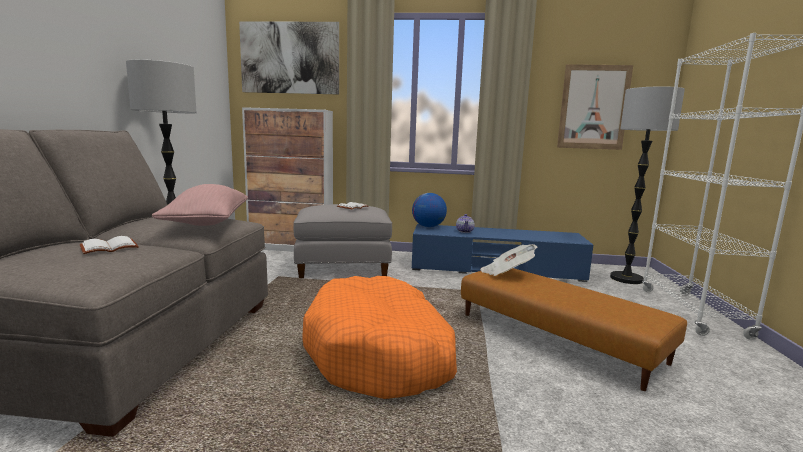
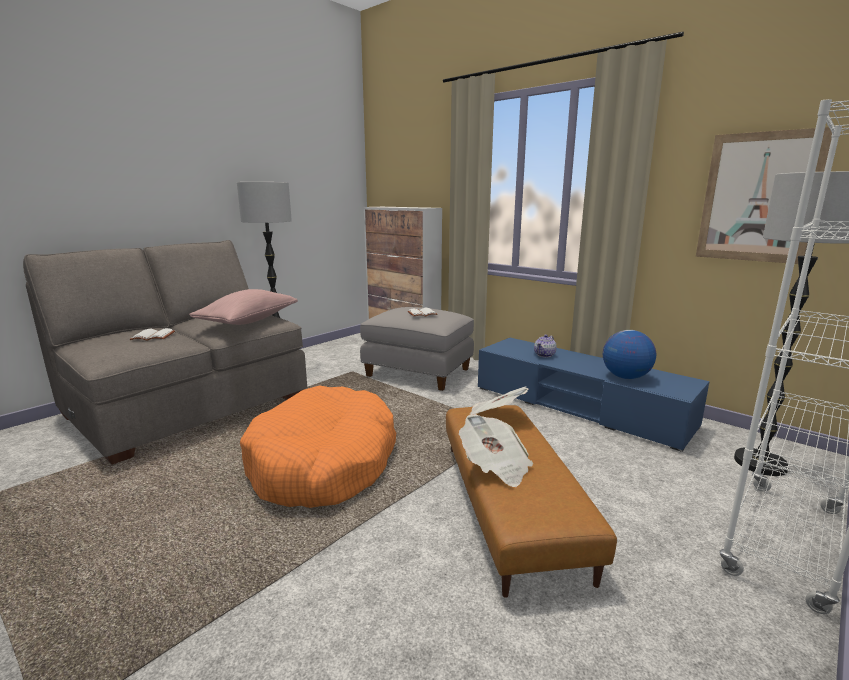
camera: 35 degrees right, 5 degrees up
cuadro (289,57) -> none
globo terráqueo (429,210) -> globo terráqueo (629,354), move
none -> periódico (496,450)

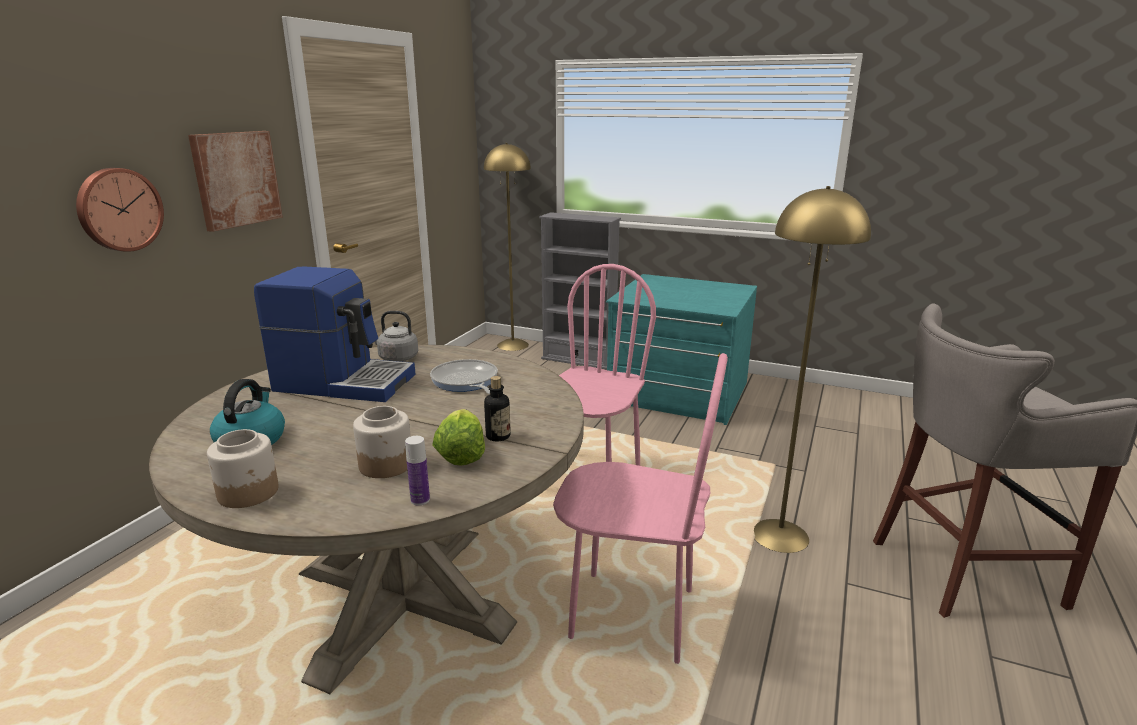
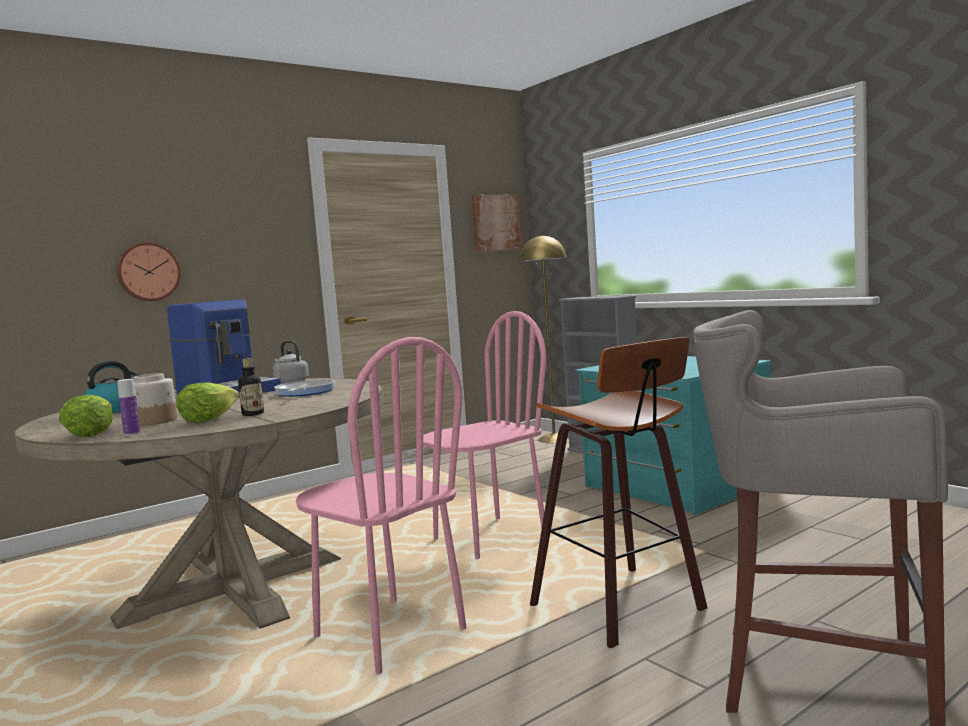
camera: 30 degrees right, 15 degrees down
cuadro (235,181) -> cuadro (496,223), move
tarro (243,468) -> none
lámpara de pie/amarillo (812,369) -> taburete (619,492)
none -> lechuga (86,416)

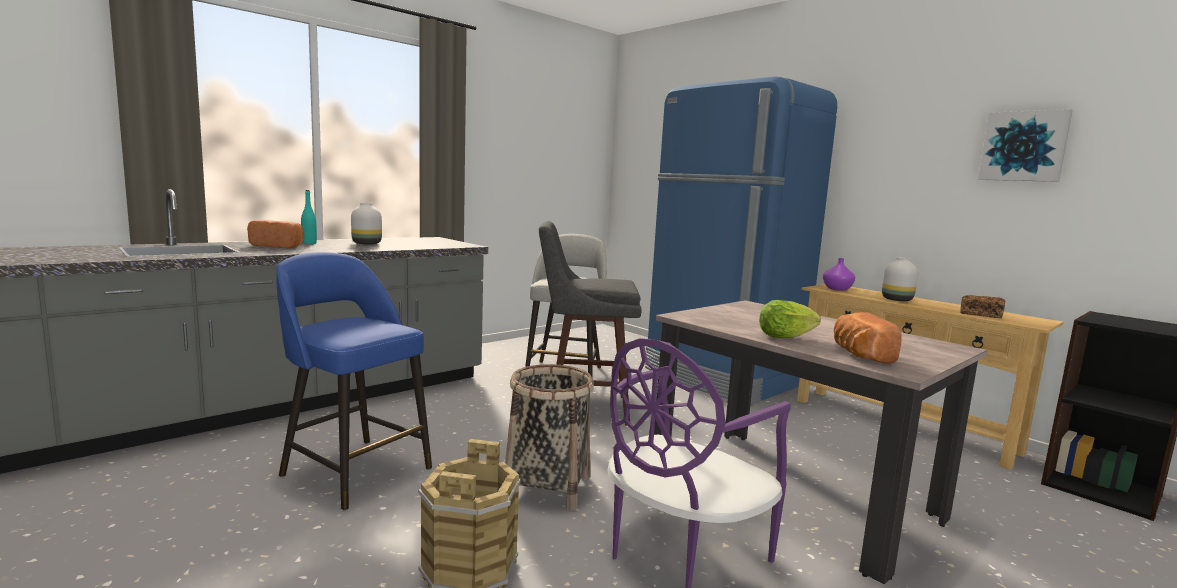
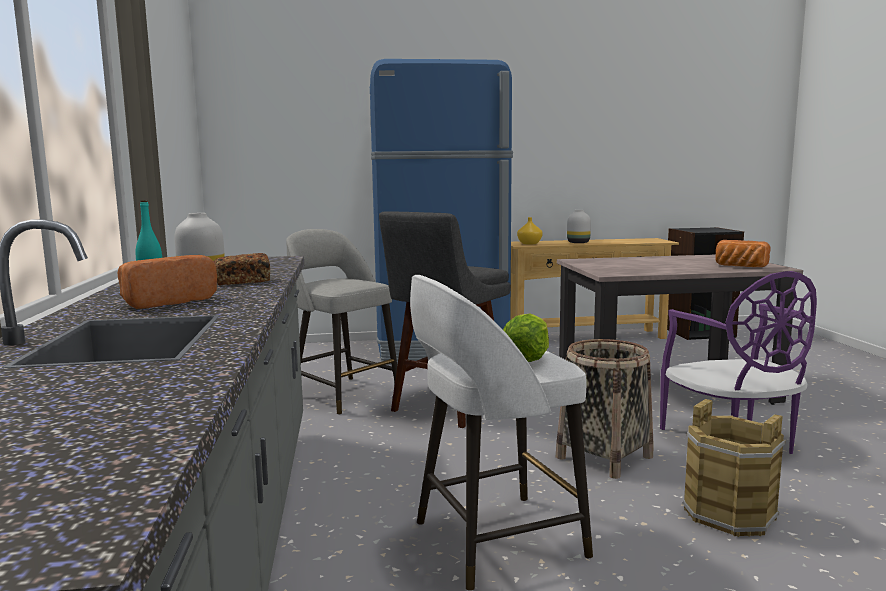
camera: 55 degrees left, 0 degrees up
taburete/azul (354,381) -> taburete/blanco (501,433)
lechuga (790,319) -> lechuga (526,338), move
florero/morado (839,274) -> florero/amarillo (530,231)
pan (983,306) -> pan (242,269), move
cuadro (1025,145) -> none

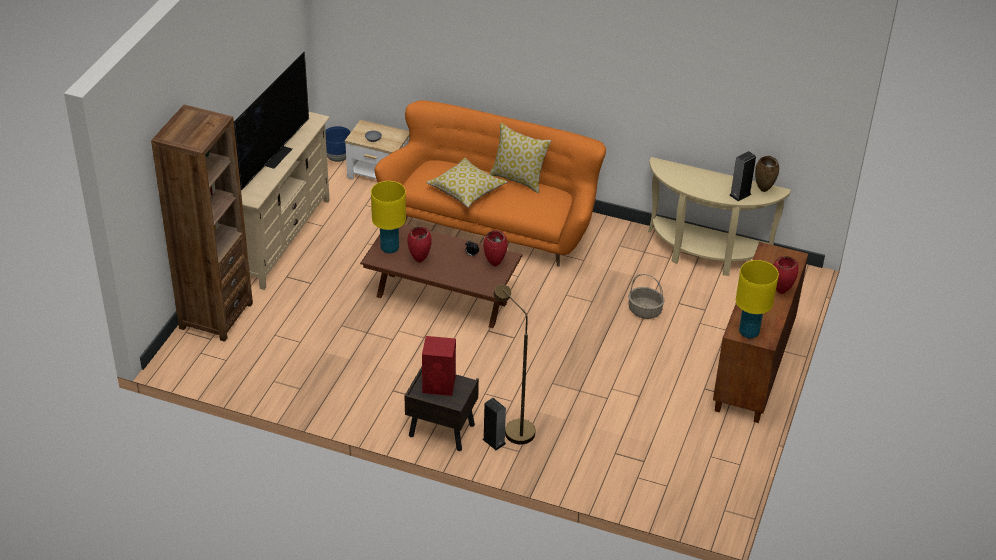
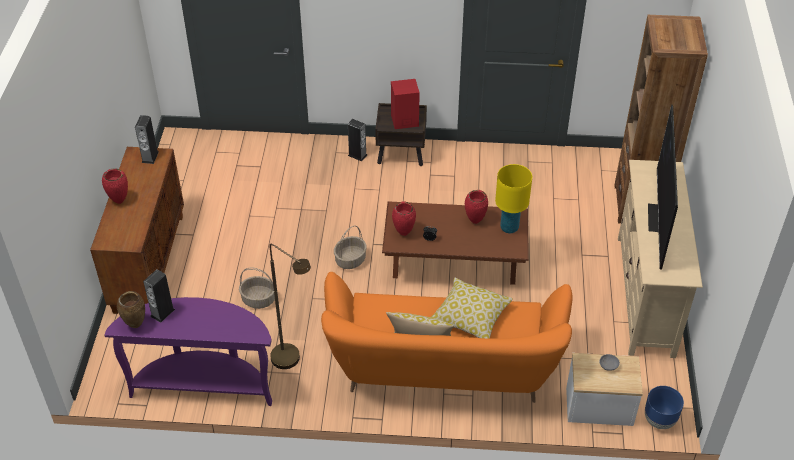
camera: 165 degrees right, 5 degrees up
lámpara de pie/marrón (514,364) -> lámpara de pie/marrón (290,306), move
mesa consola/beis (719,216) -> mesa consola/morado (188,351)
lámpara de mesa/amarillo (757,299) -> altavoz (147,139)
none -> cesta (350,247)

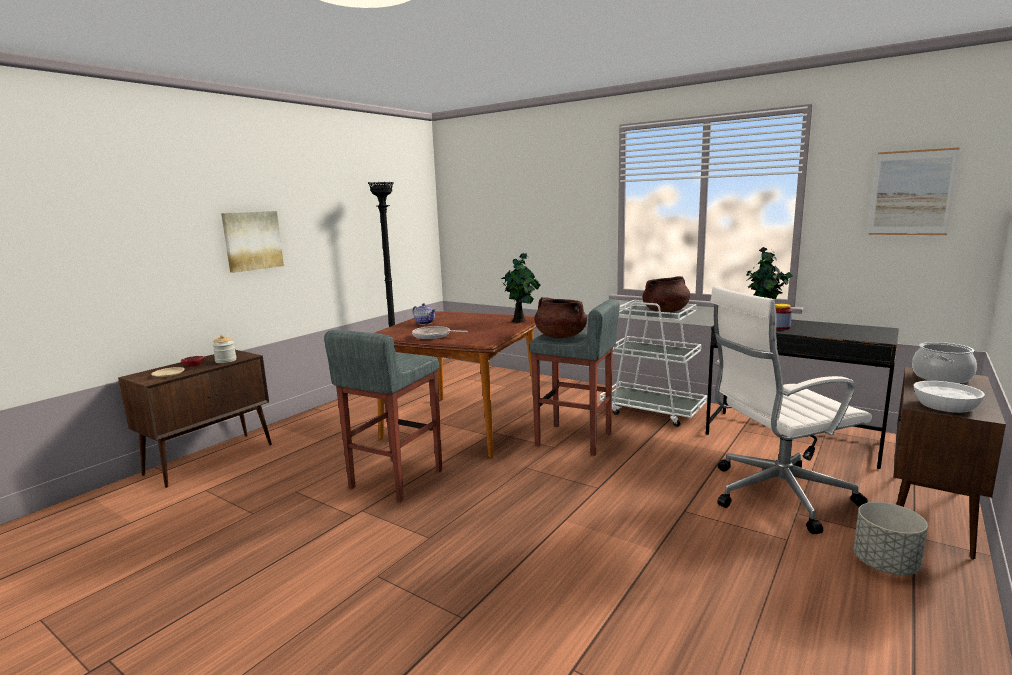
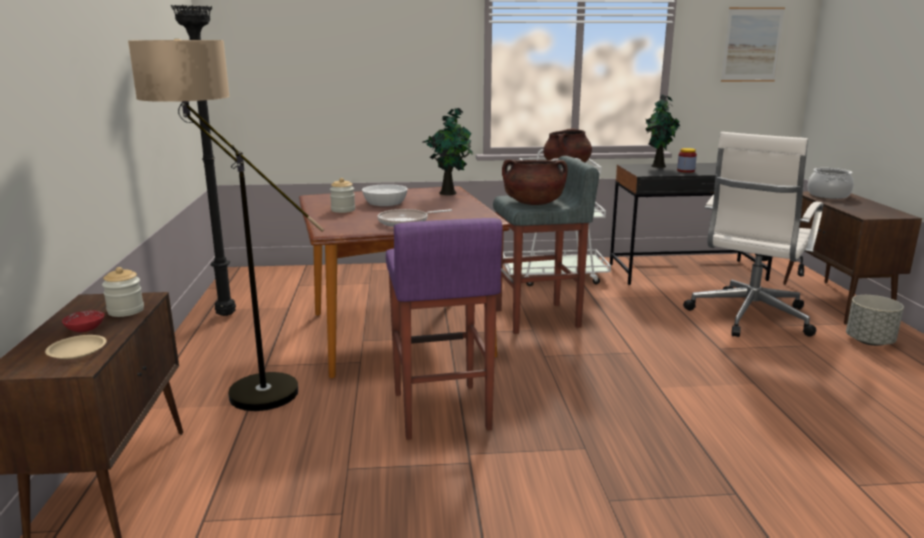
camera: 40 degrees left, 5 degrees up
cuadro (252,242) -> none
taburete/gris (383,416) -> taburete/morado (444,329)
tetera (424,314) -> tarro (342,195)
cuenco/blanco (949,397) -> cuenco/blanco (385,195), move
none -> lámpara de pie (226,225)

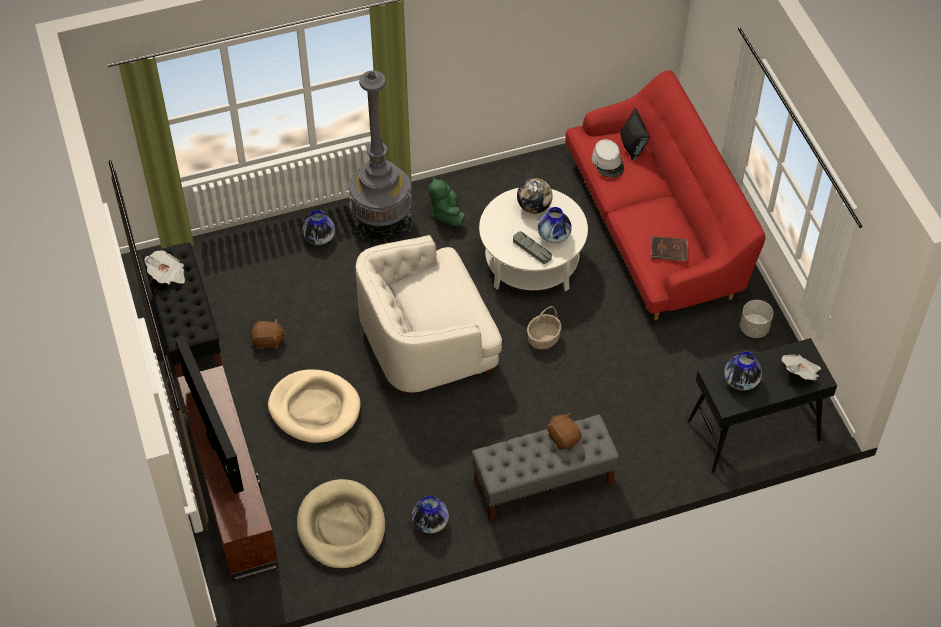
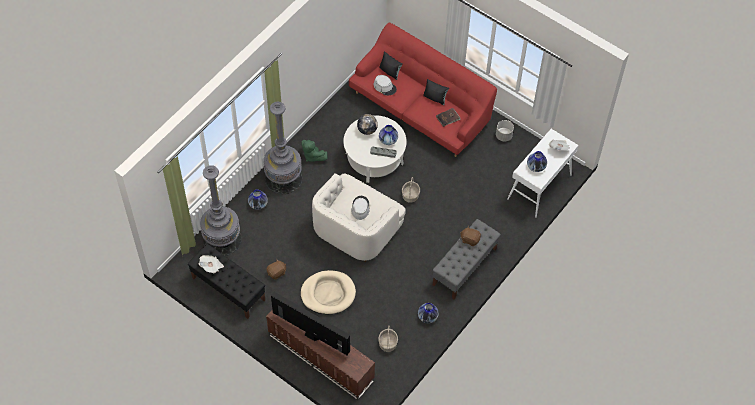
camera: 35 degrees left, 5 degrees up
cama para perro/beis (341,524) -> cesta (388,339)
mesa consola/negro (762,405) -> mesa consola/blanco (543,173)
none -> lámpara de pie/gris (220,210)
none -> sombrero/gris (360,208)
none -> cojín/negro (436,92)

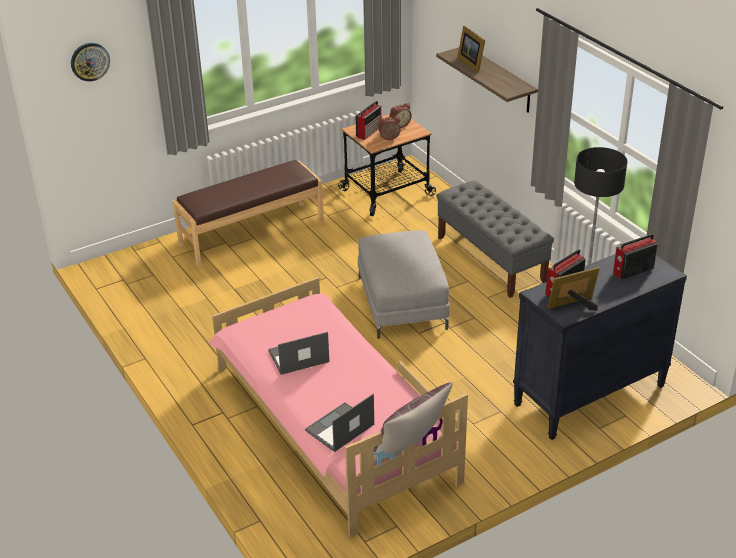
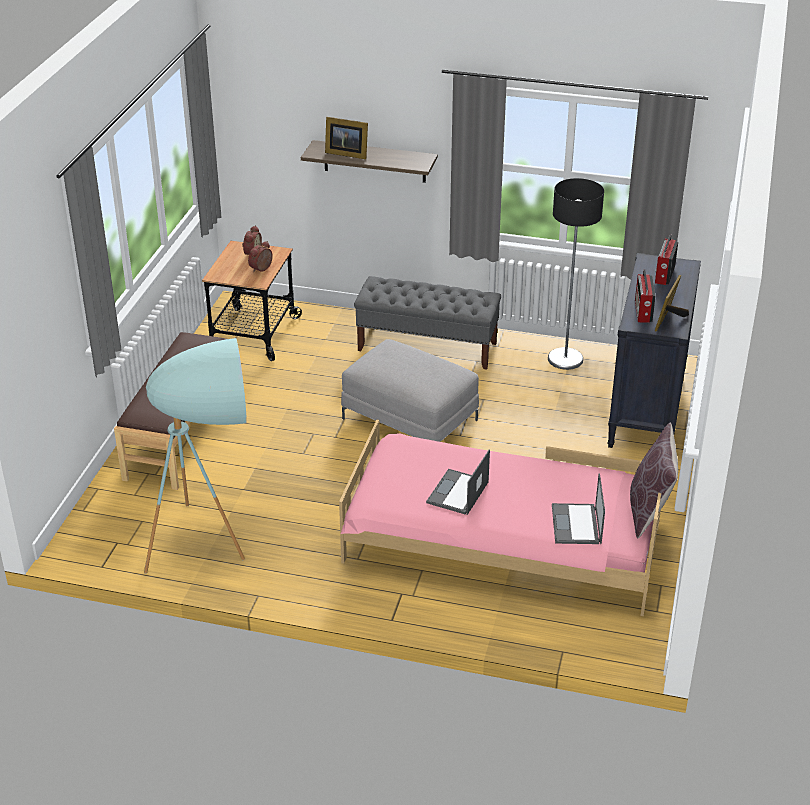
camera: 45 degrees left, 0 degrees up
reloj de pared (90,62) -> none
radio (368,120) -> none
none -> lámpara de pie/turquesa (195,456)

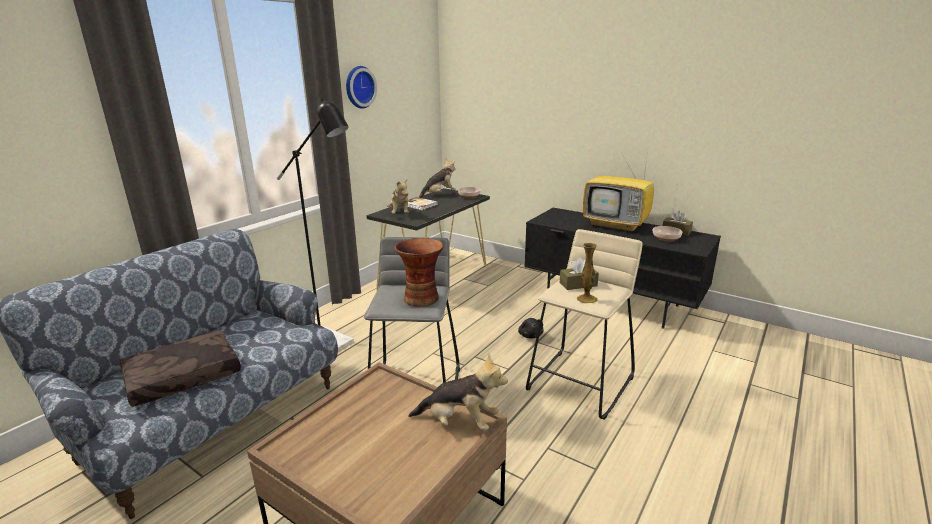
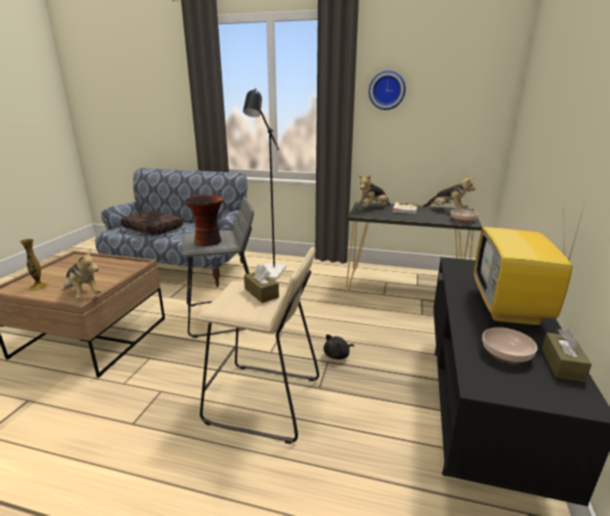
camera: 70 degrees right, 0 degrees up
peluche (458,392) -> peluche (80,274), 45 degrees counterclockwise
florero (587,273) -> florero (34,265), move

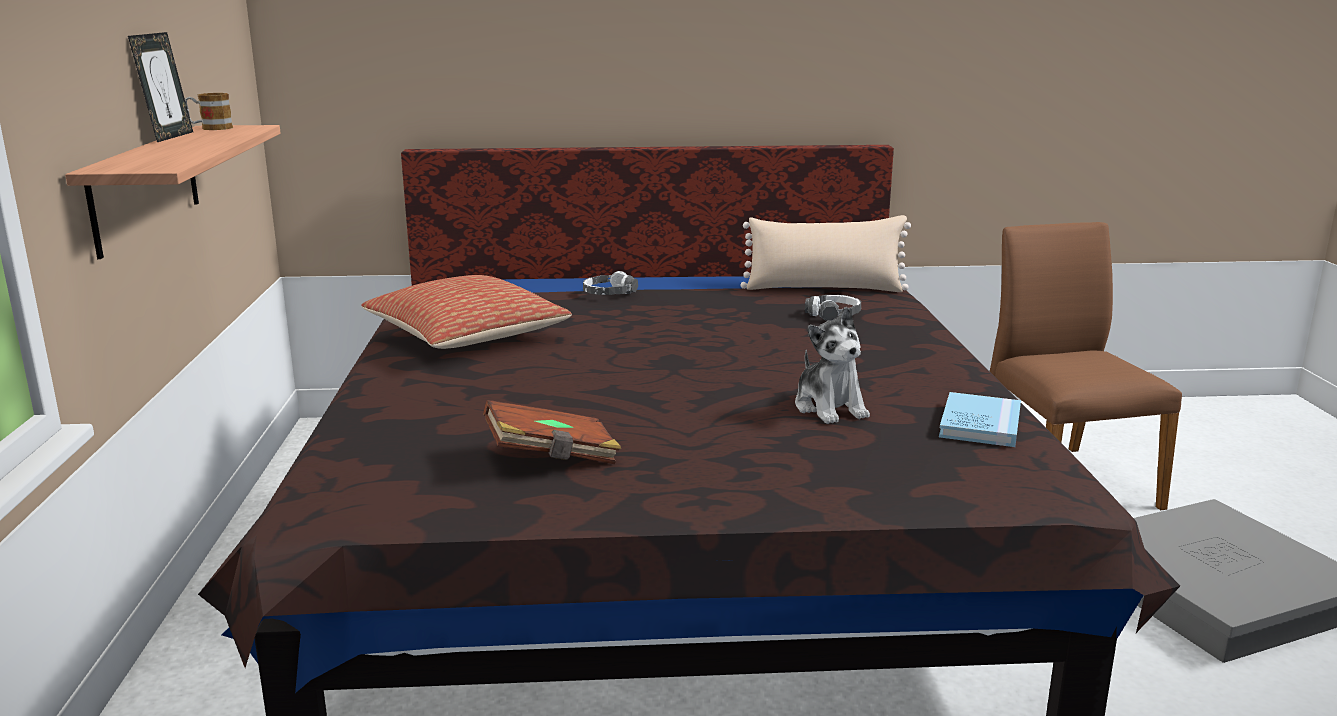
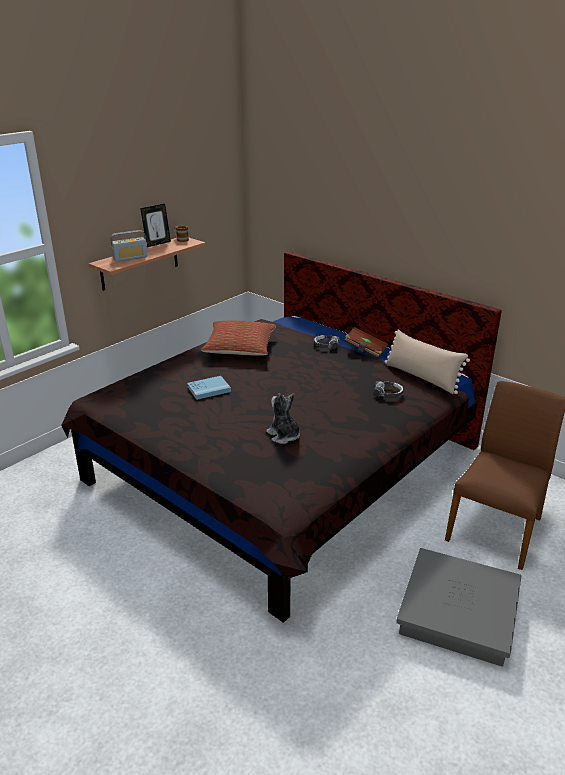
camera: 45 degrees right, 10 degrees up
libro/marrón (552,432) -> libro/marrón (366,342), move
peluche (832,365) -> peluche (283,418), 120 degrees clockwise
libro/azul (980,419) -> libro/azul (209,388), move
none -> radio (129,246)

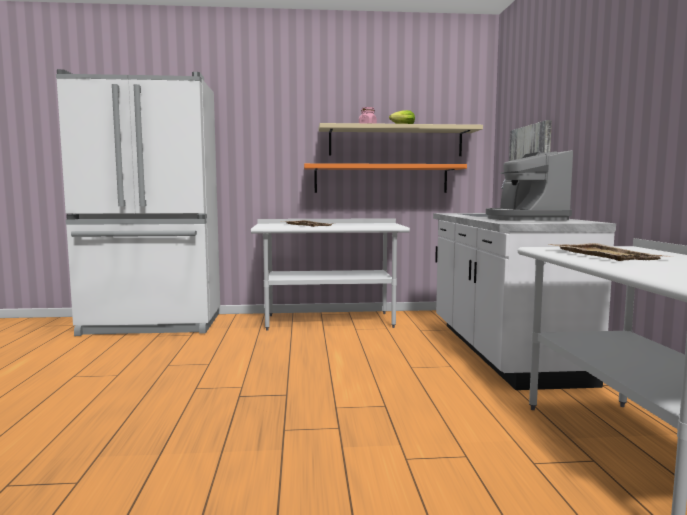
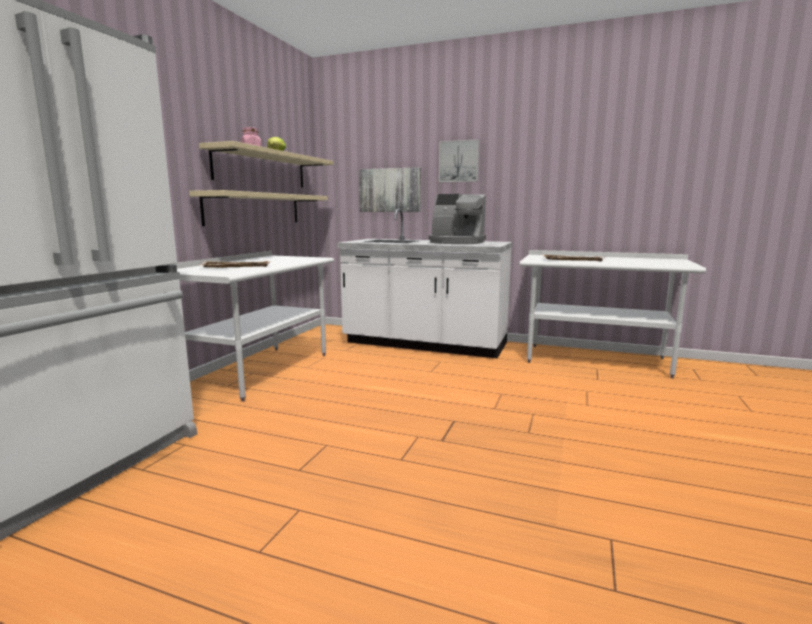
camera: 65 degrees left, 5 degrees up
estante/naranja (385,178) -> estante/beis (258,208)
none -> cuadro (459,160)

